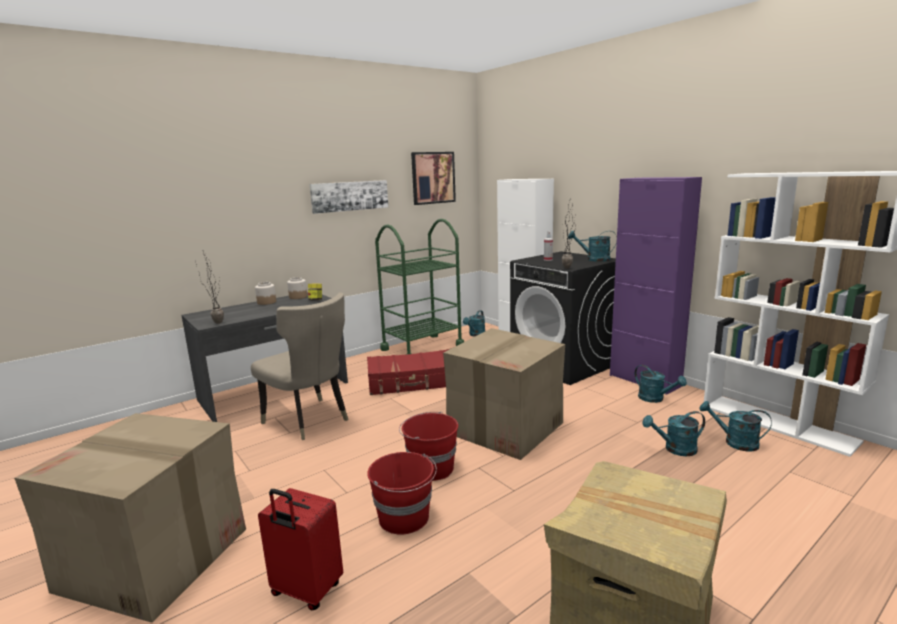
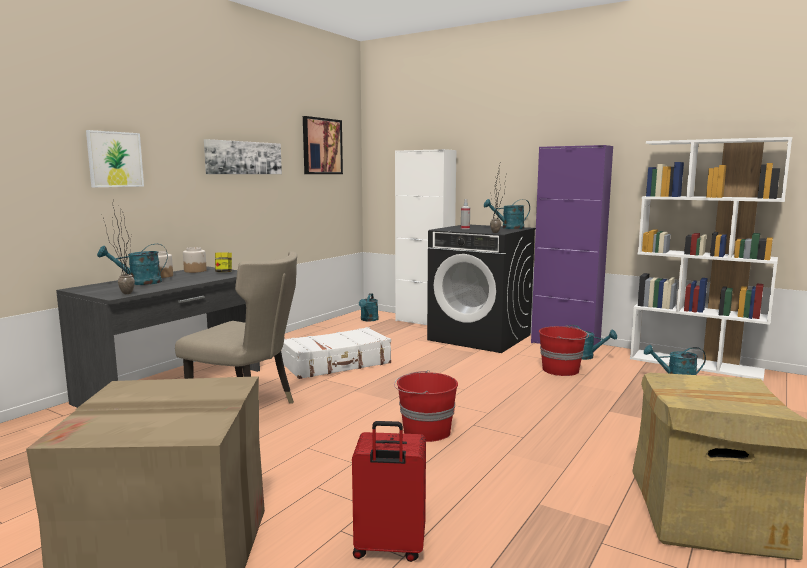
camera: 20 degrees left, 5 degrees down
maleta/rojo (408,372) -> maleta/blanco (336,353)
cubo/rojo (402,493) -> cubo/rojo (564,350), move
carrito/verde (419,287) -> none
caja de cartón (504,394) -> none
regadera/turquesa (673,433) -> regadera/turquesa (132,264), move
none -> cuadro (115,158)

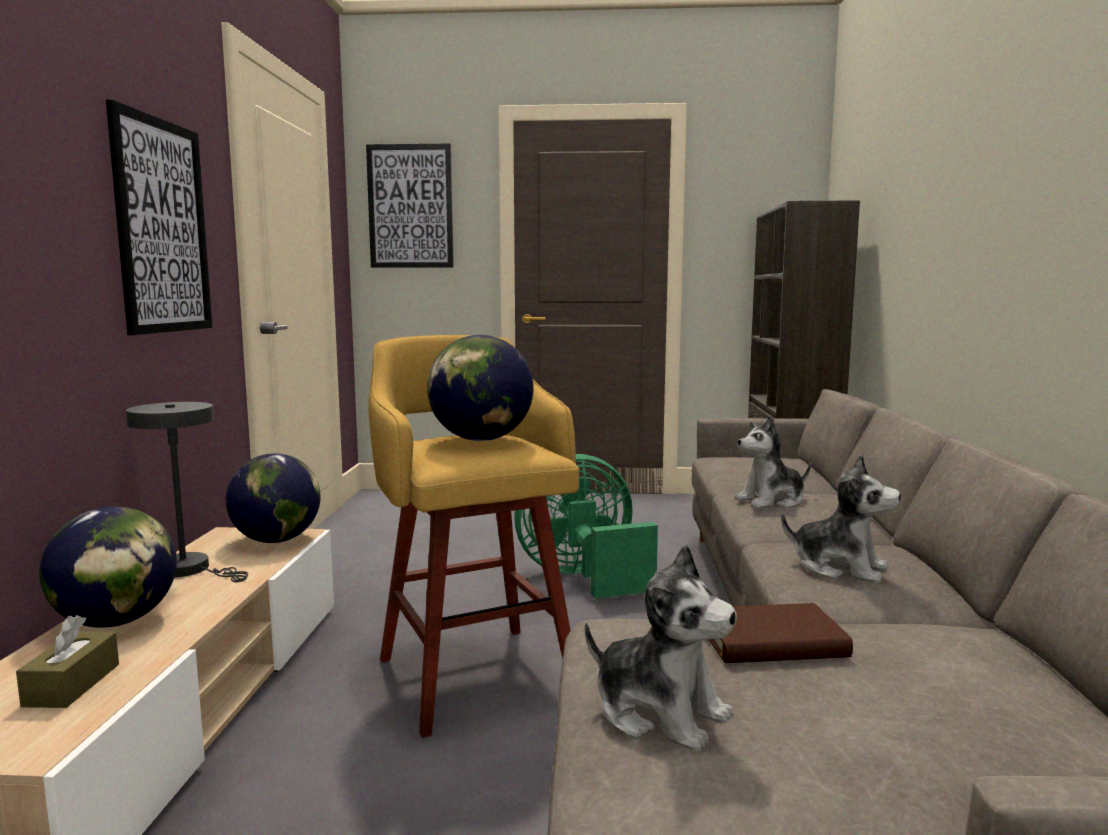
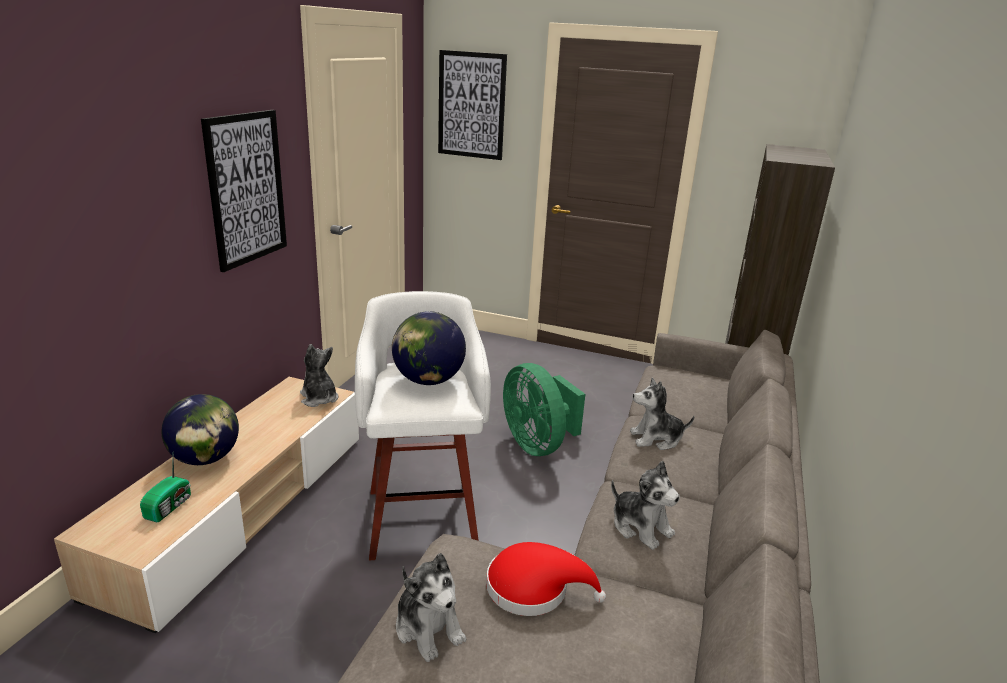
camera: 15 degrees right, 15 degrees up
caja de pañuelos/marrón (67,661) -> radio (165,489)
lámpara de mesa/gris (187,492) -> none
globo terráqueo (273,498) -> peluche (319,375)
taburete/amarillo (474,536) -> taburete/blanco (423,425)
ventilador/verde (586,526) -> ventilador/verde (544,409), 120 degrees counterclockwise
libro/marrón (781,633) -> sombrero/rojo (546,579)

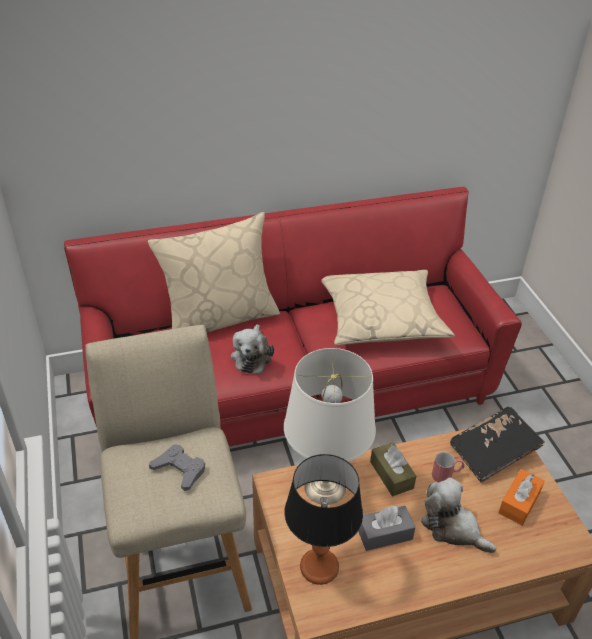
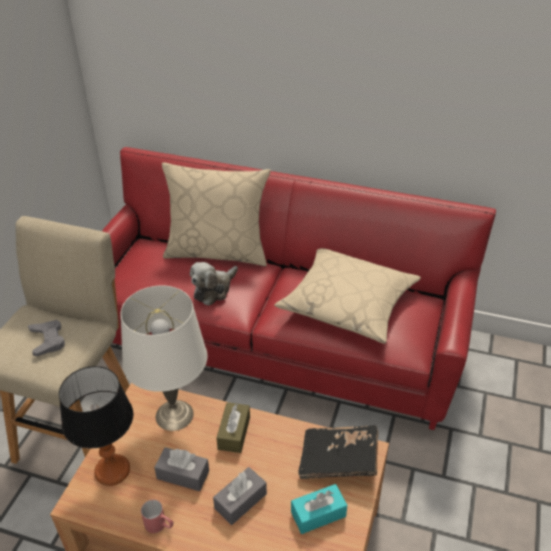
camera: 35 degrees right, 0 degrees up
peluche (458,515) -> caja de pañuelos/gris (240,496)
taza grande/rojo (448,467) -> taza grande/rojo (157,516), move
caja de pañuelos/naranja (521,497) -> caja de pañuelos/turquesa (319,509)

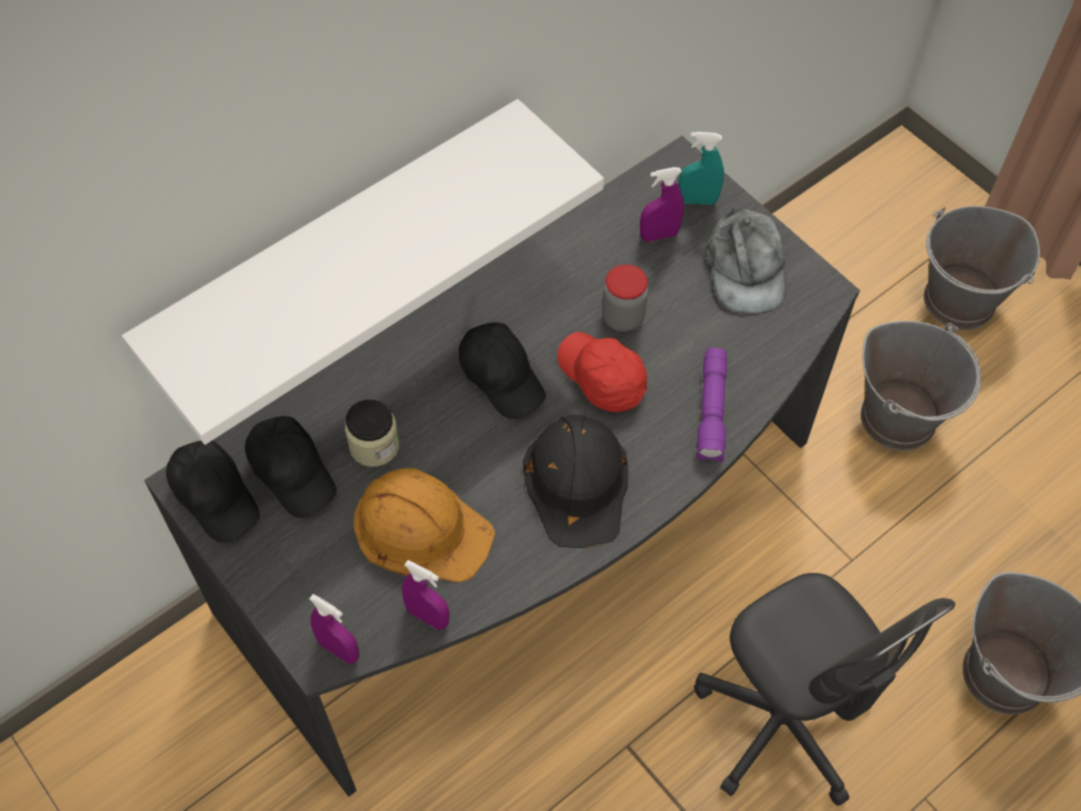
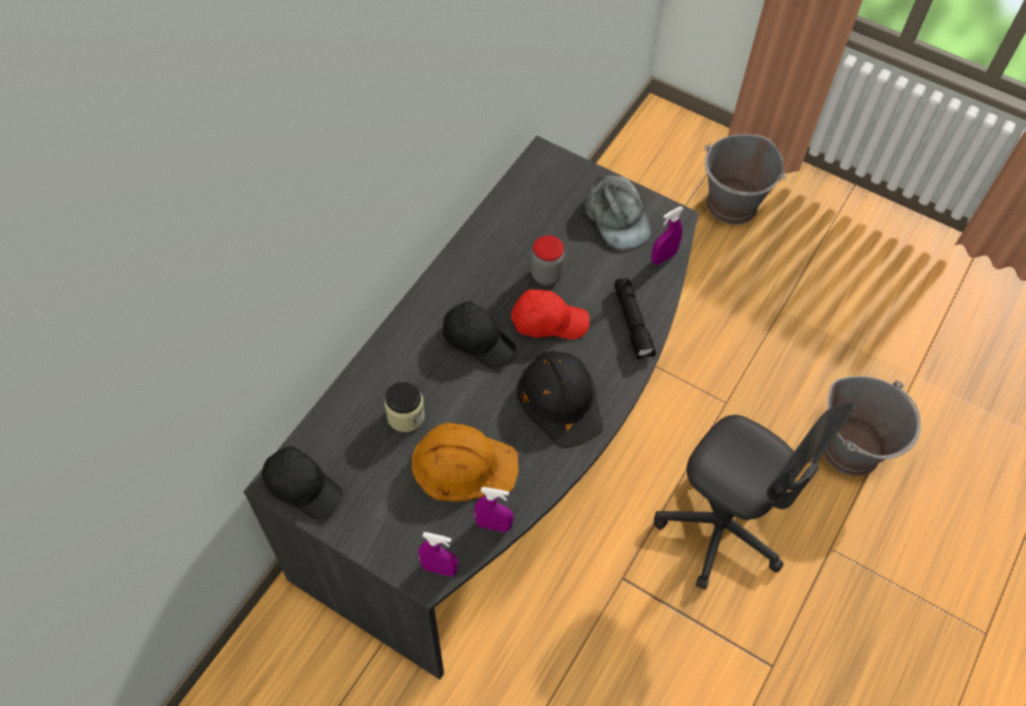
camera: 20 degrees left, 0 degrees up
estante/blanco (363,272) -> none
gorra/negro (291,467) -> none
gorra/rojo (602,372) -> gorra/rojo (550,314), 150 degrees clockwise
pulverizador/morado (662,204) -> pulverizador/morado (667,236), move
pulverizador/turquesa (701,168) -> none
linterna/morado (712,405) -> linterna/negro (635,318)
cubo/gris (921,386) -> none

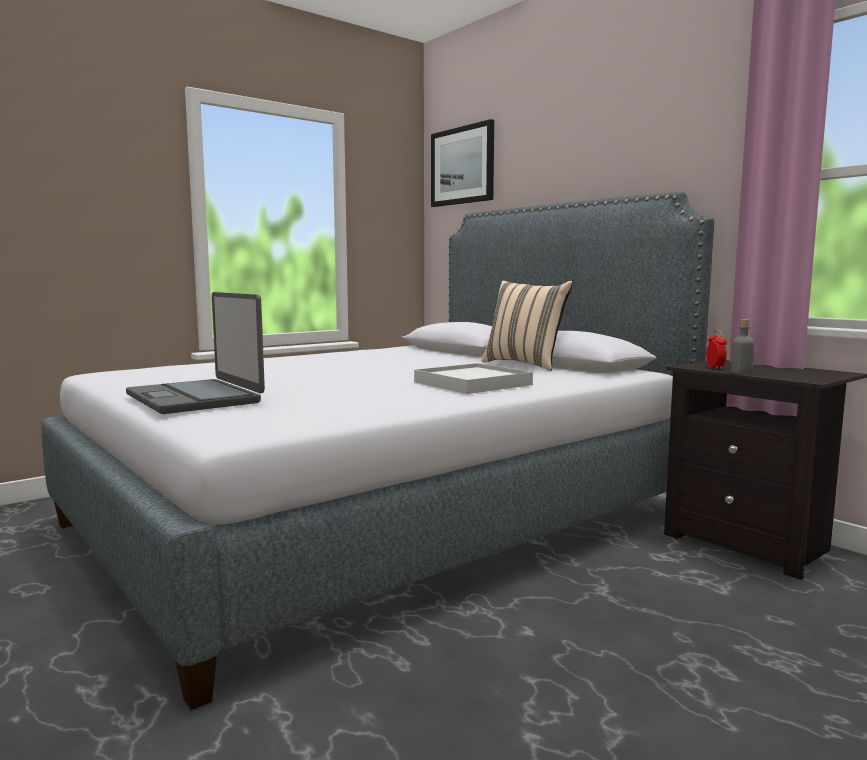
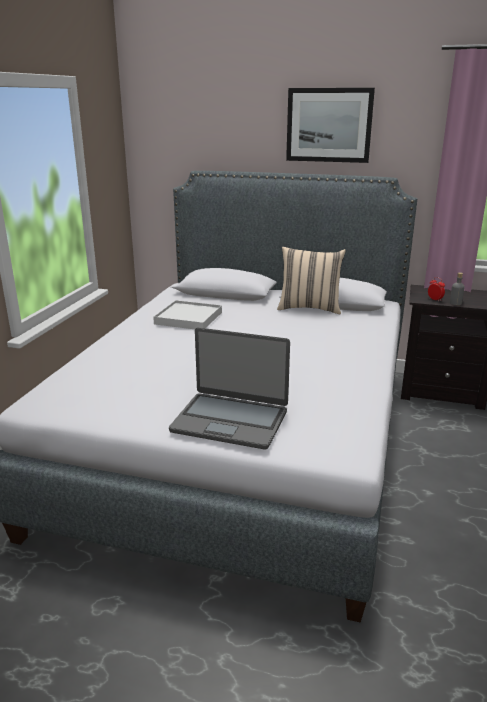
camera: 35 degrees left, 15 degrees up
bandeja/blanco (473,378) -> bandeja/blanco (187,314), move
cuadro (462,163) -> cuadro (330,125), move

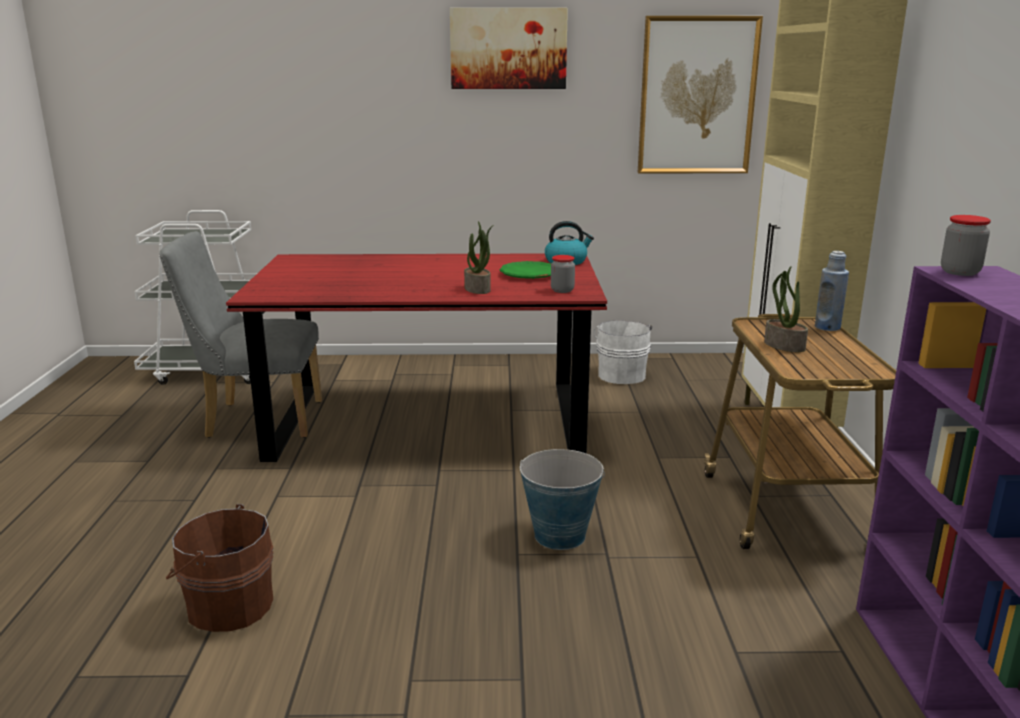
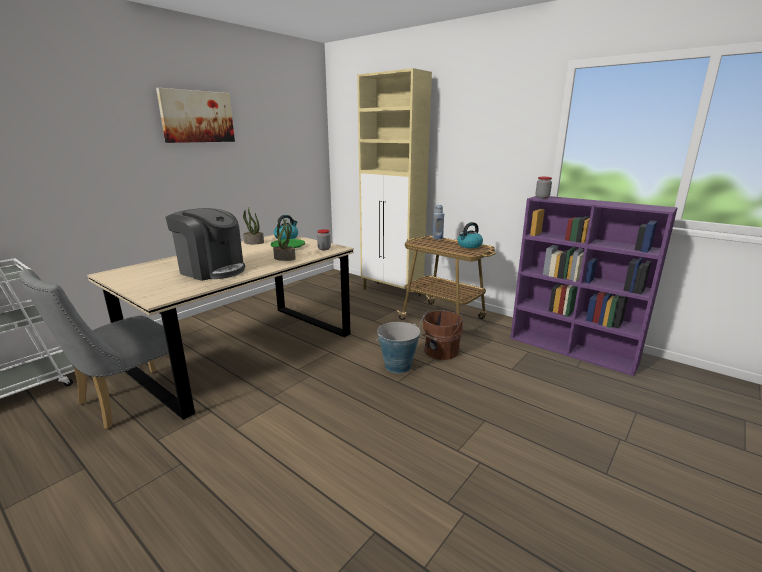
camera: 50 degrees left, 0 degrees up
cubo/marrón (219,568) -> cubo/marrón (441,335), move
mesa de comedor/rojo (416,358) -> mesa de comedor/beis (220,327)
cubo/blanco (622,352) -> none
cuadro (700,94) -> none
planta en maceta (786,309) -> planta en maceta (253,225), move
none -> cafetera (205,244)
none -> hervidor (470,235)

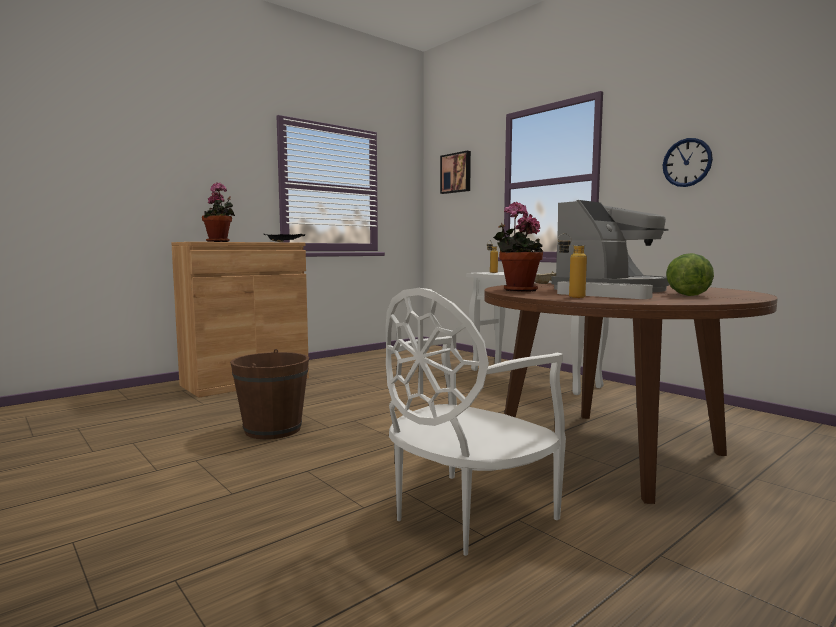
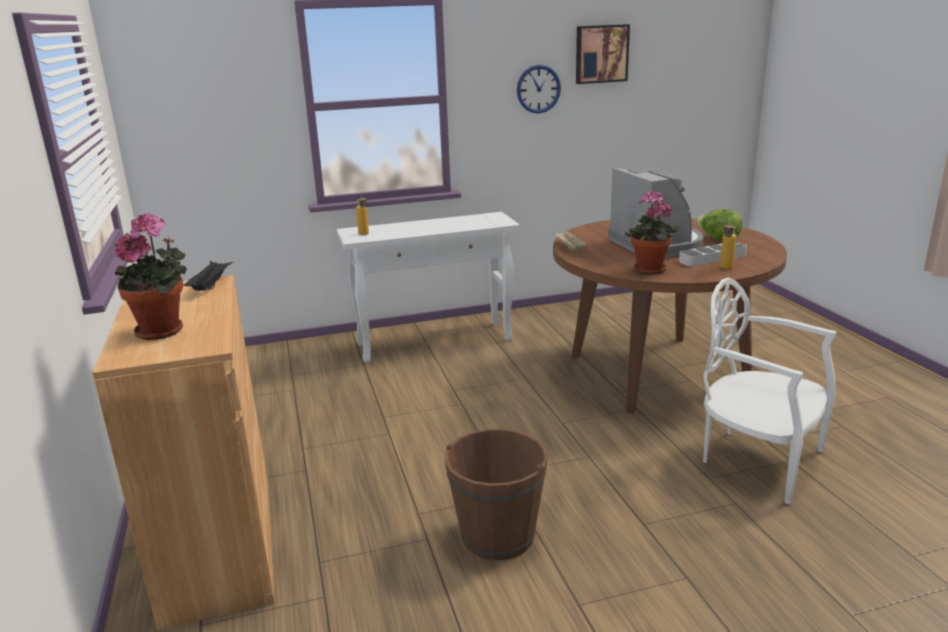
camera: 65 degrees left, 15 degrees up
silla/blanco (476,422) -> silla/blanco (769,391), 150 degrees clockwise
cuadro (455,172) -> cuadro (603,54), move

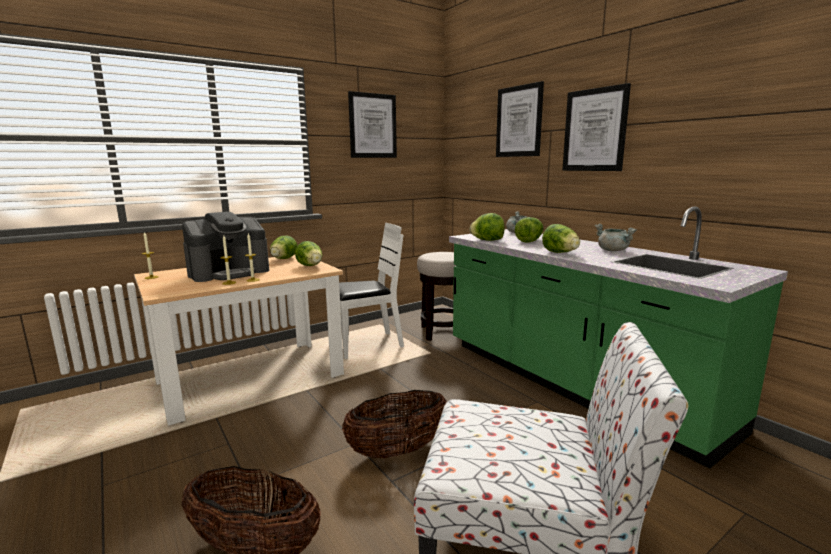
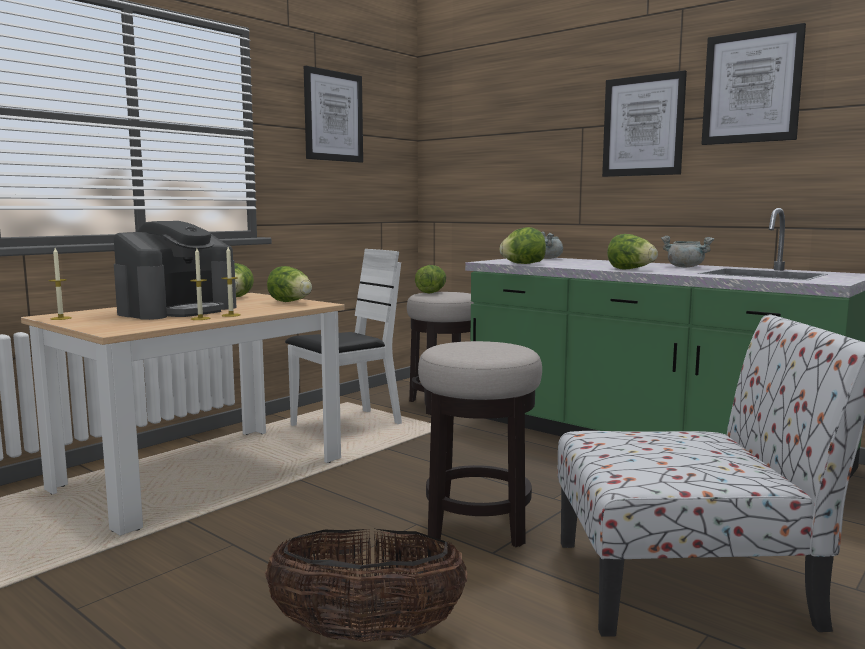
camera: 15 degrees left, 5 degrees down
cesta (394,424) -> taburete (480,444)
cuadro (520,119) -> cuadro (753,84), move
lechuga (529,230) -> lechuga (430,279), move

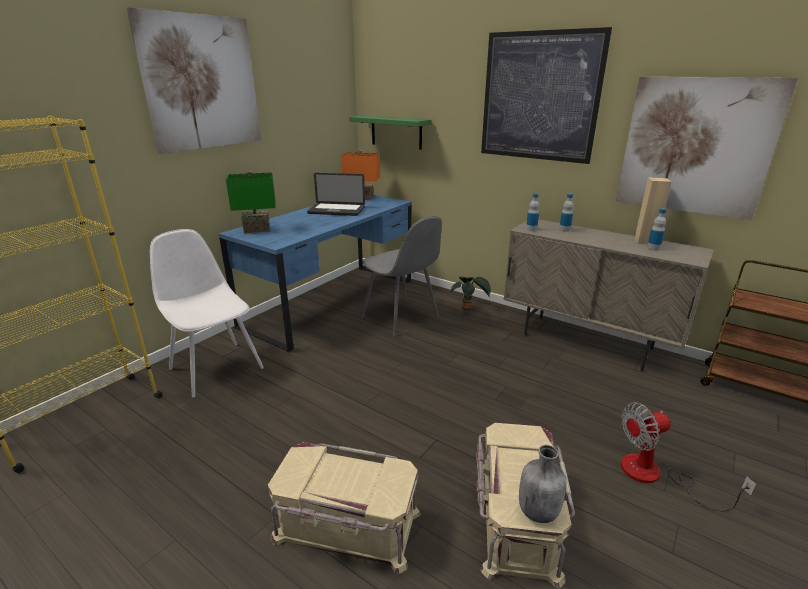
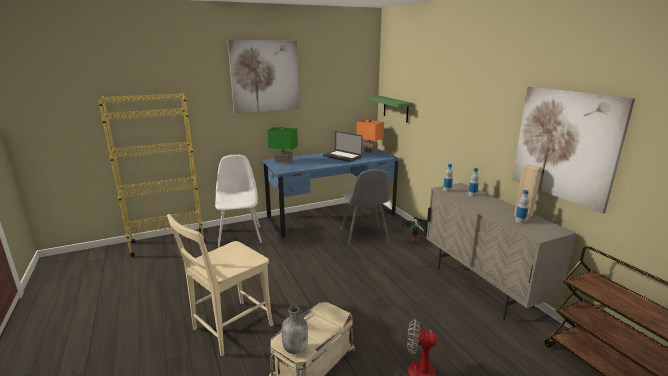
camera: 30 degrees right, 5 degrees down
caja de almacenaje/beis (344,508) -> silla/beis (220,285)
cuadro (546,95) -> none

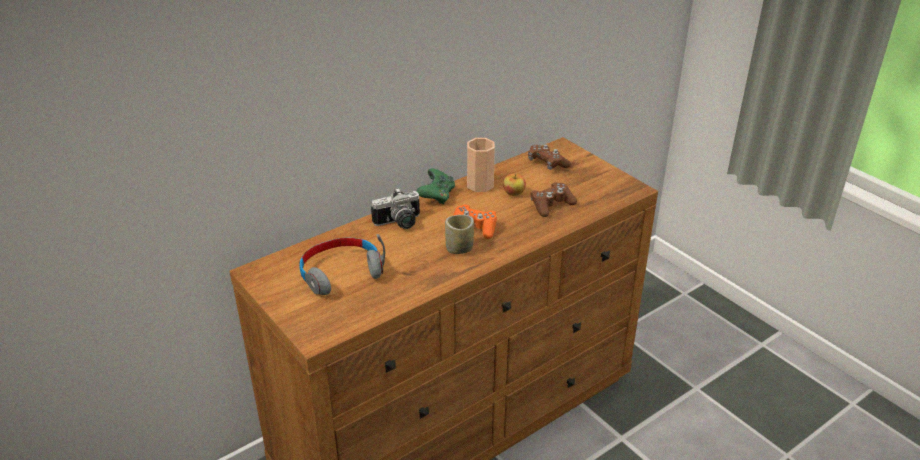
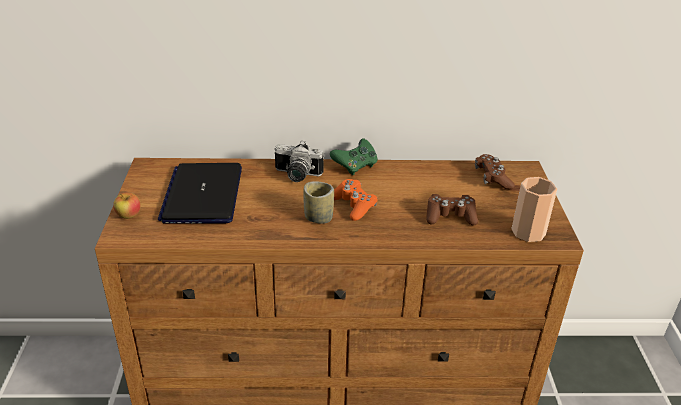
camera: 35 degrees right, 0 degrees up
auriculares/gris (342,264) -> portátil (200,193)
taza (481,165) -> taza (534,209), move
manzana (514,185) -> manzana (127,205), move

